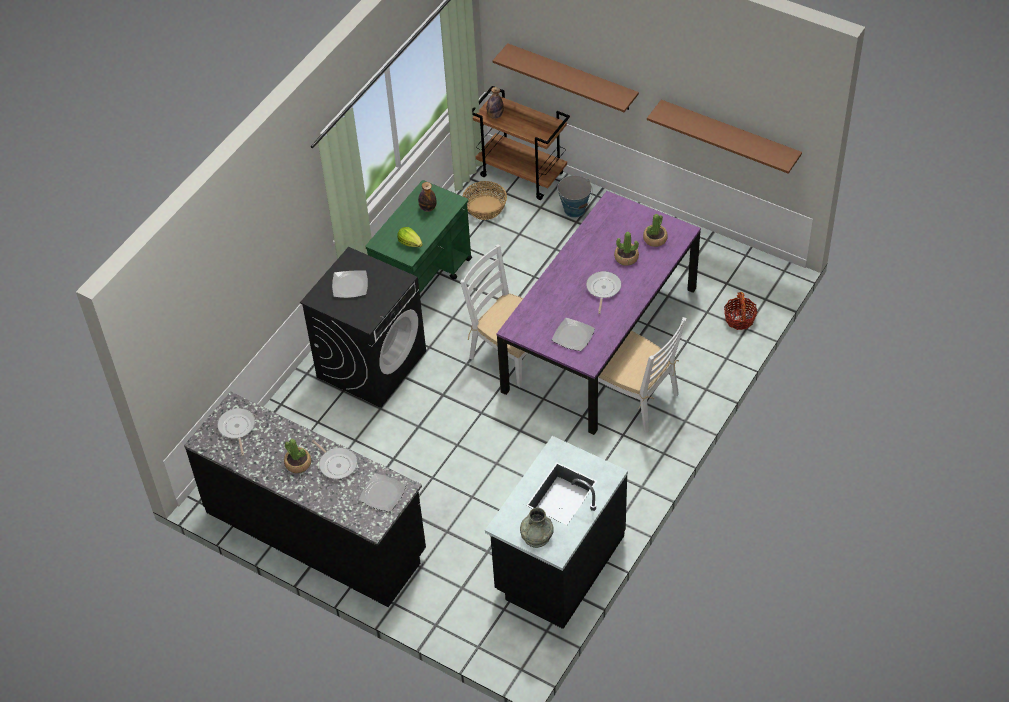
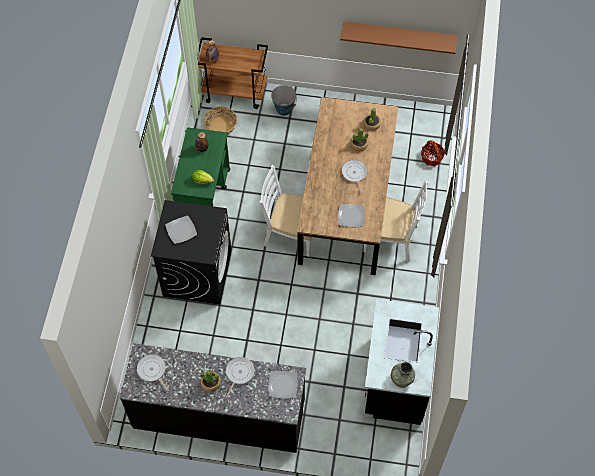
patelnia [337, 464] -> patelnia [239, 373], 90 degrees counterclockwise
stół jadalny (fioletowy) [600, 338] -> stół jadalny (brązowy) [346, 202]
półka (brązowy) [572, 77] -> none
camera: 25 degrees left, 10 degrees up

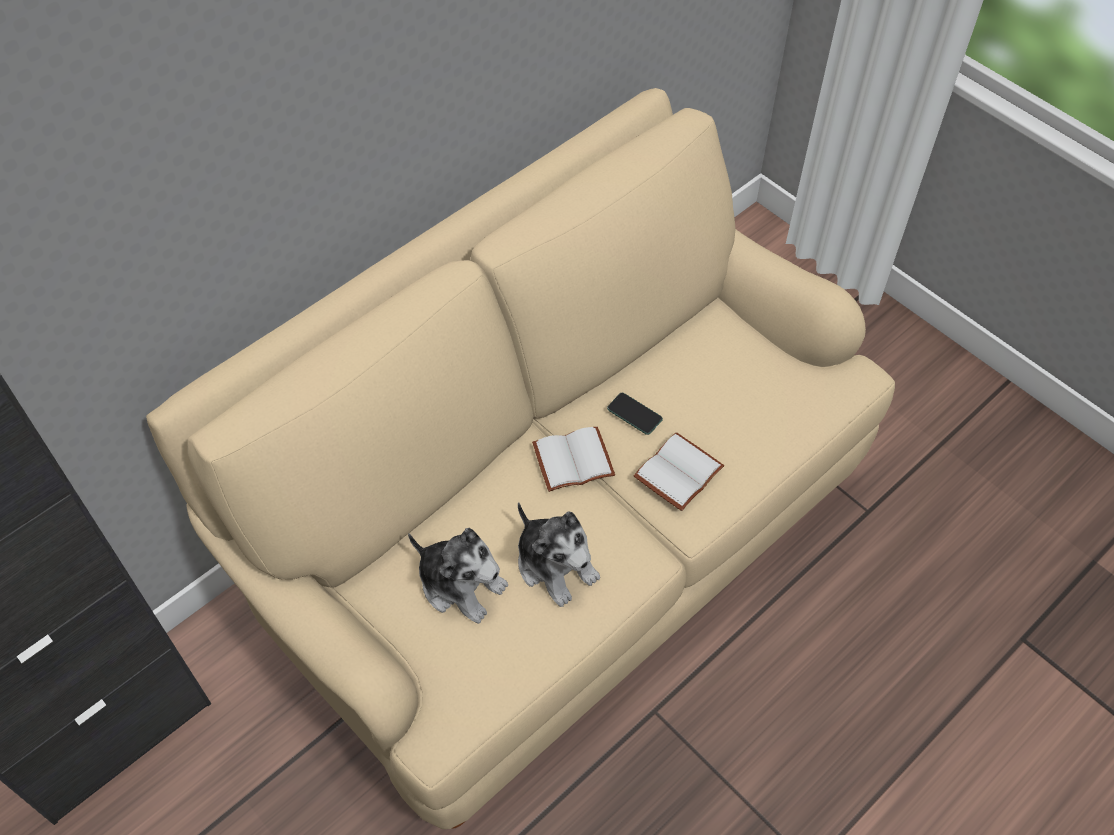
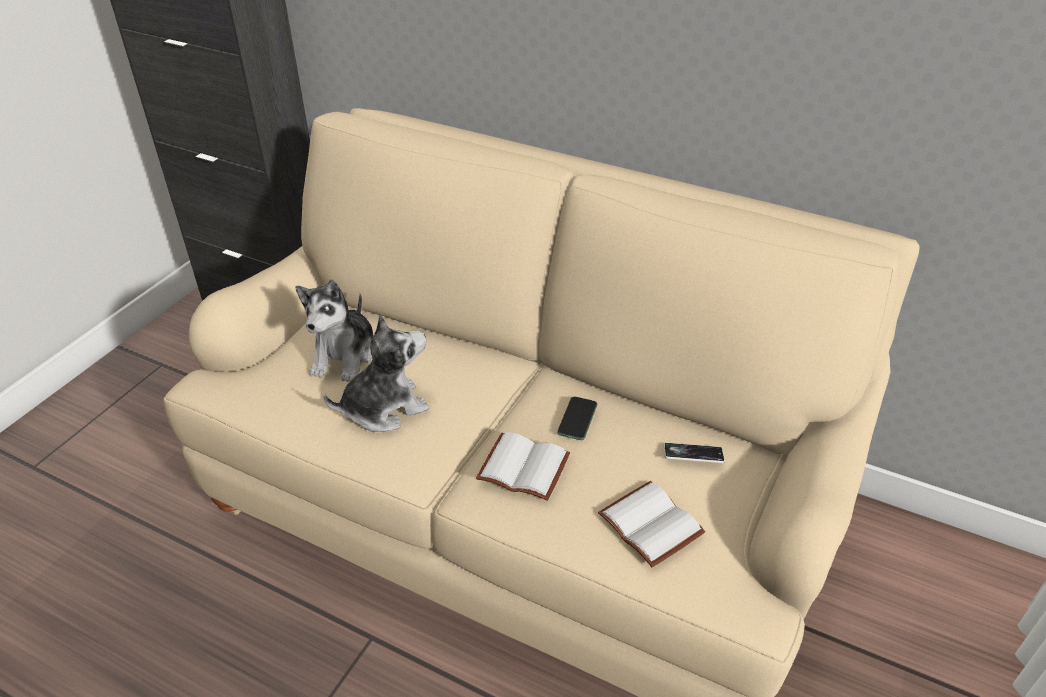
pluszak [555, 565] -> pluszak [384, 408], 150 degrees counterclockwise
książka (biały) [573, 458] -> książka (biały) [653, 524], moved
none -> telefon [693, 455]
camera: 70 degrees right, 15 degrees down

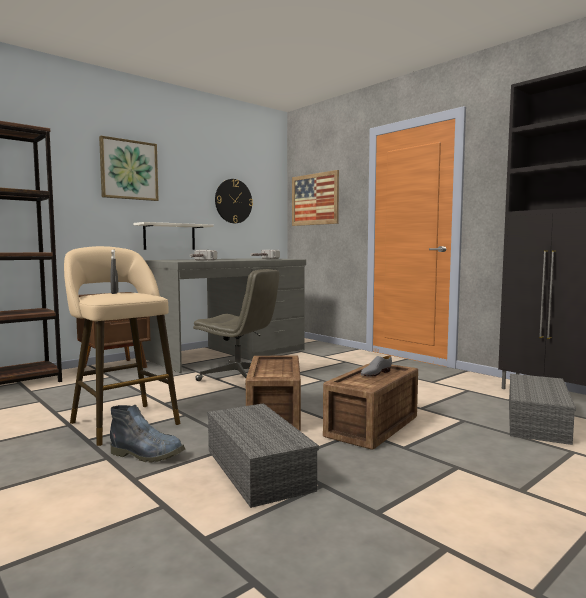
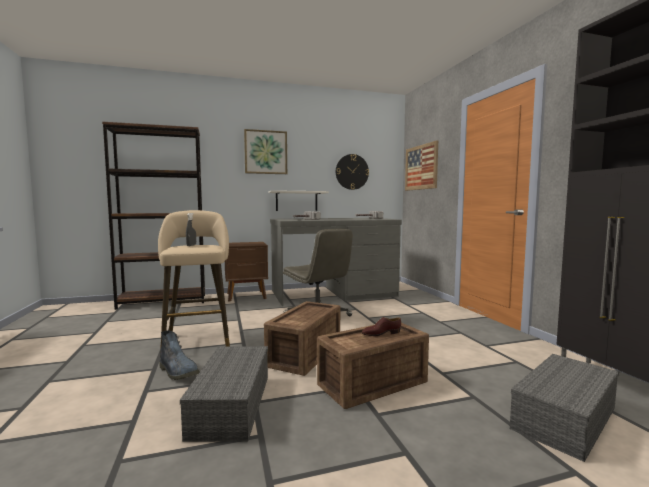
but (szary) [375, 373] -> but (brązowy) [381, 333]
camera: 25 degrees right, 0 degrees up

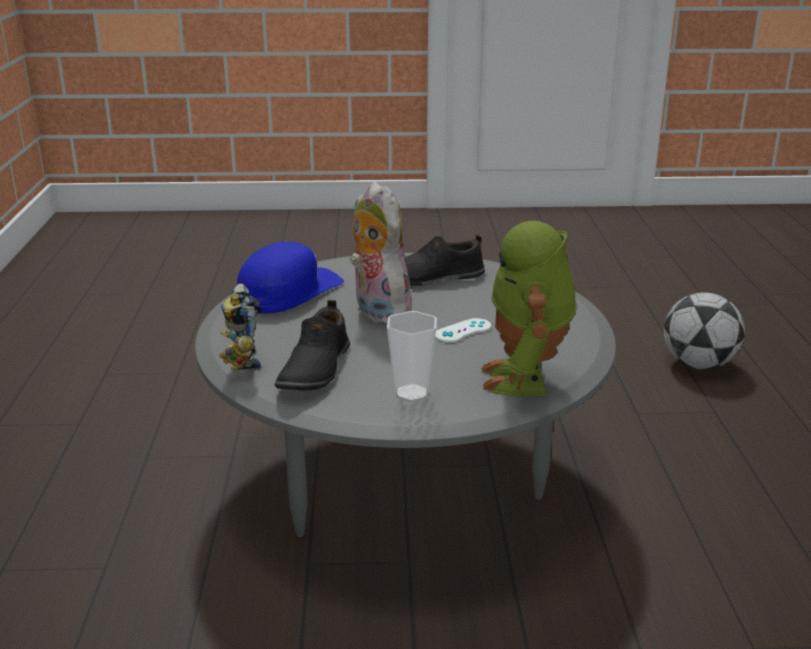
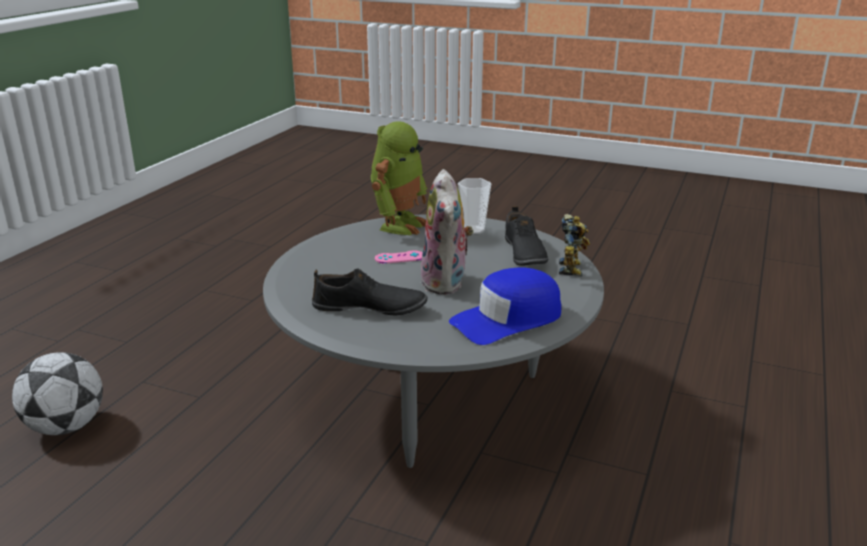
pad do gier (biały) [462, 331] -> pad do gier (różowy) [399, 257]
but (czarny) [314, 369] -> but (czarny) [523, 253], 135 degrees clockwise
camera: 155 degrees left, 0 degrees up

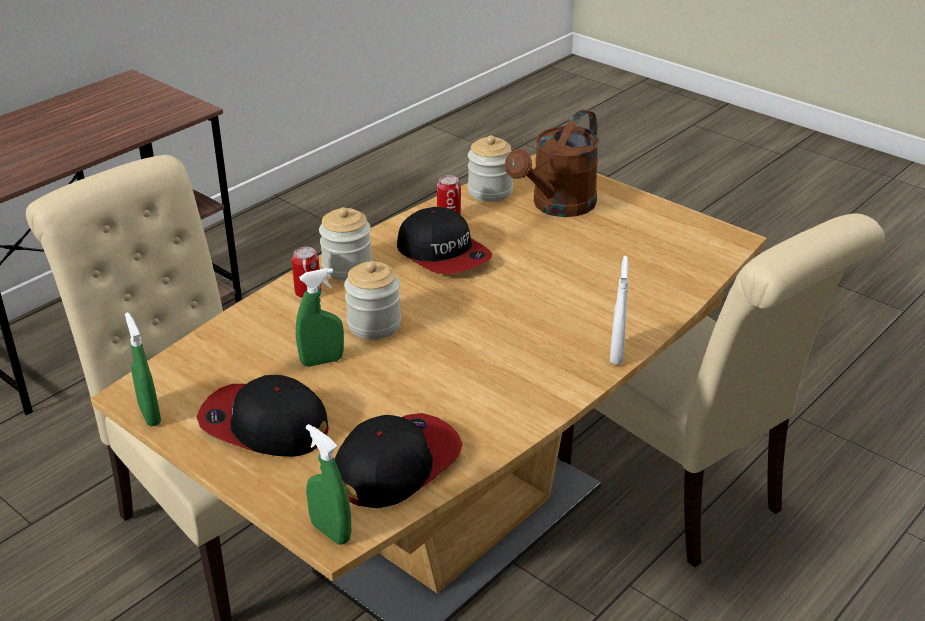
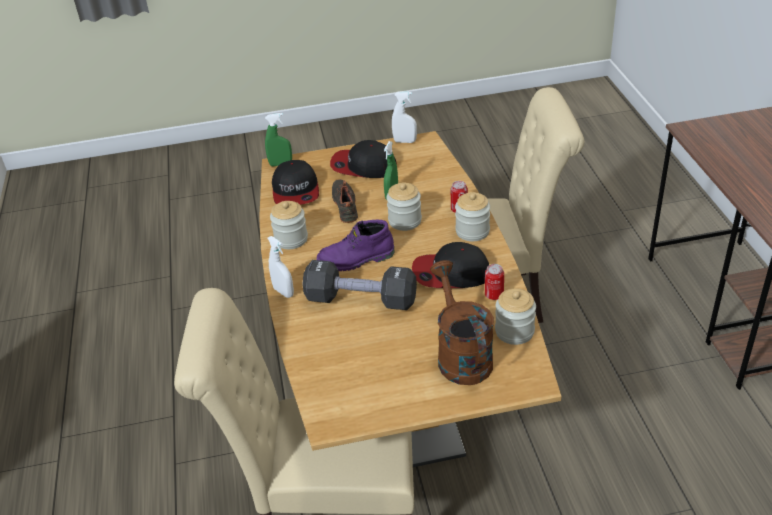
none -> słoik [291, 239]
none -> hantel (czarny) [361, 300]
none -> but z cholewką (fioletowy) [356, 260]
czapka z daszkiem [264, 425] -> czapka z daszkiem [363, 166], 135 degrees counterclockwise
none -> but (czarny) [346, 205]
spryskiwacz (zielony) [150, 415] -> spryskiwacz (biały) [405, 141]
camera: 130 degrees right, 5 degrees up

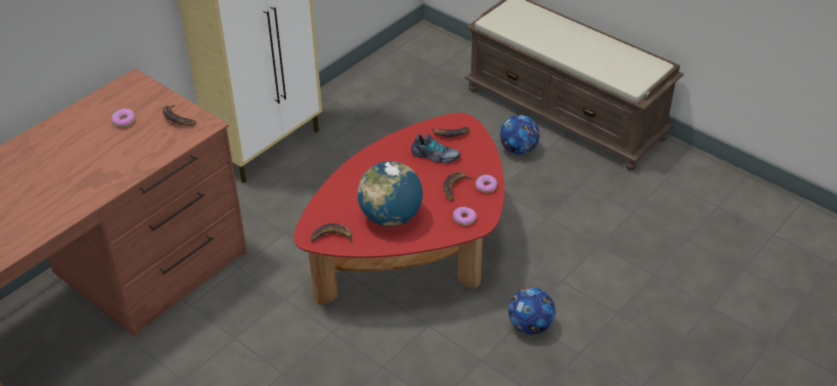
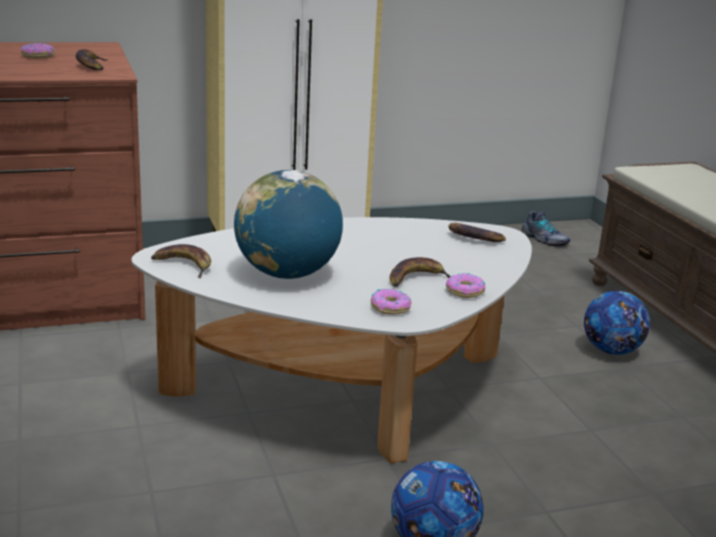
ława (czerwony) [412, 251] -> ława (biały) [348, 391]
but [435, 156] -> but [544, 239], moved
camera: 30 degrees right, 20 degrees down

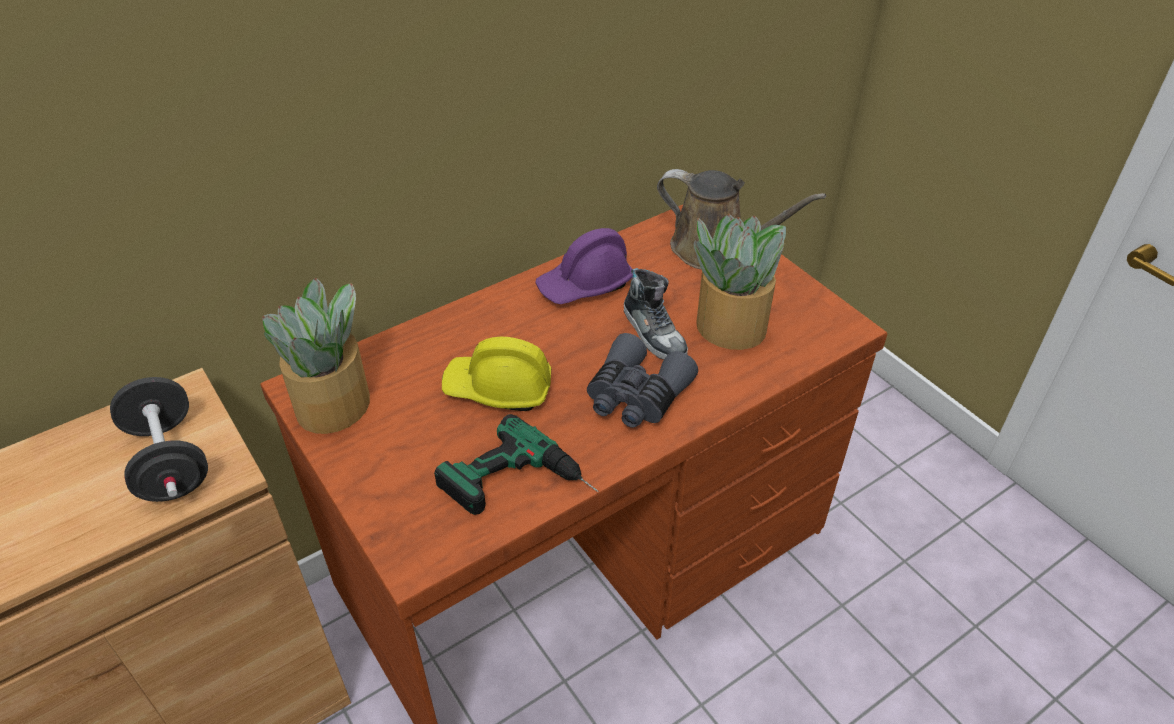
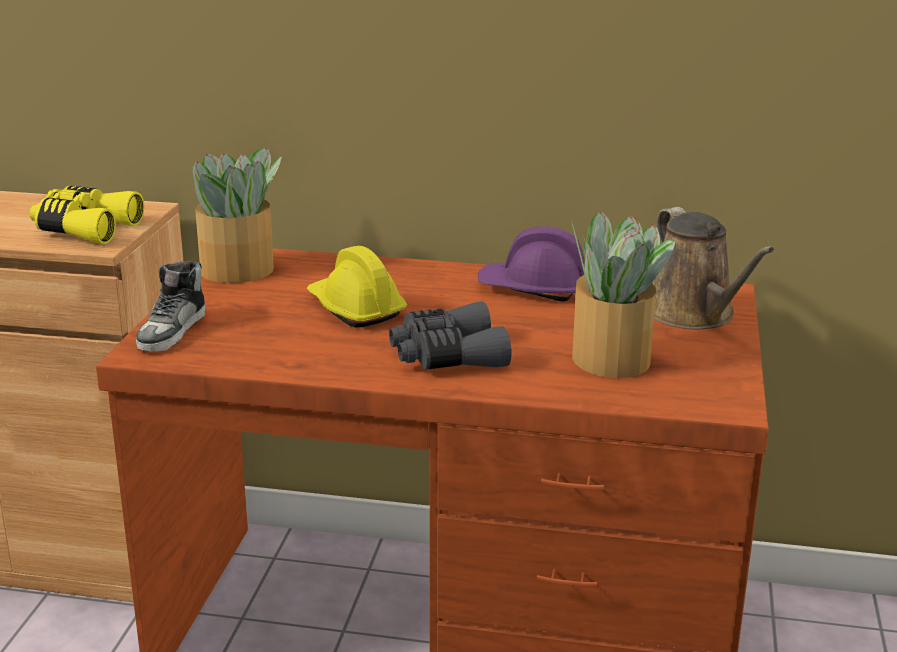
hantel (czarny) [169, 461] -> lornetka (żółty) [85, 229]
but [654, 333] -> but [173, 331], moved
wiertarka [521, 487] -> none
camera: 45 degrees right, 20 degrees down

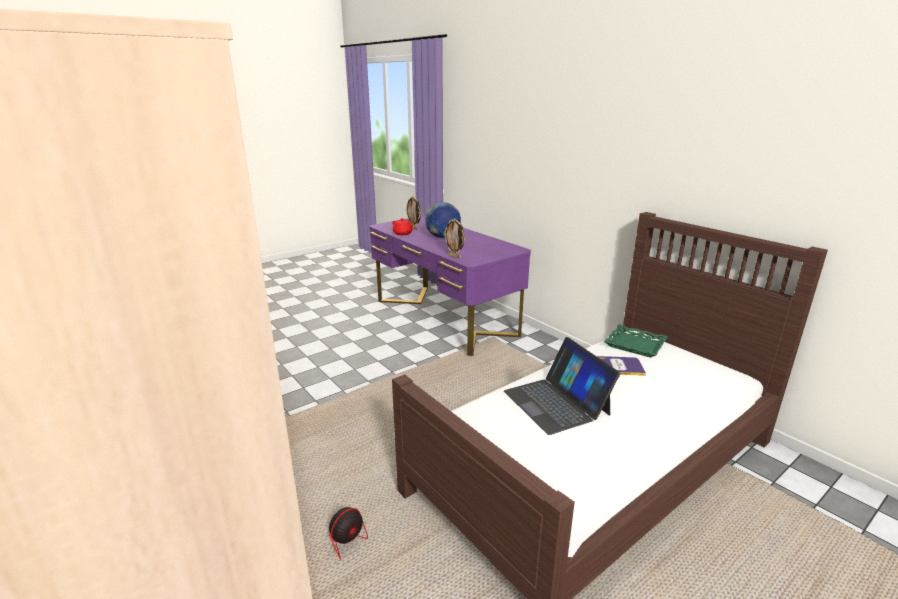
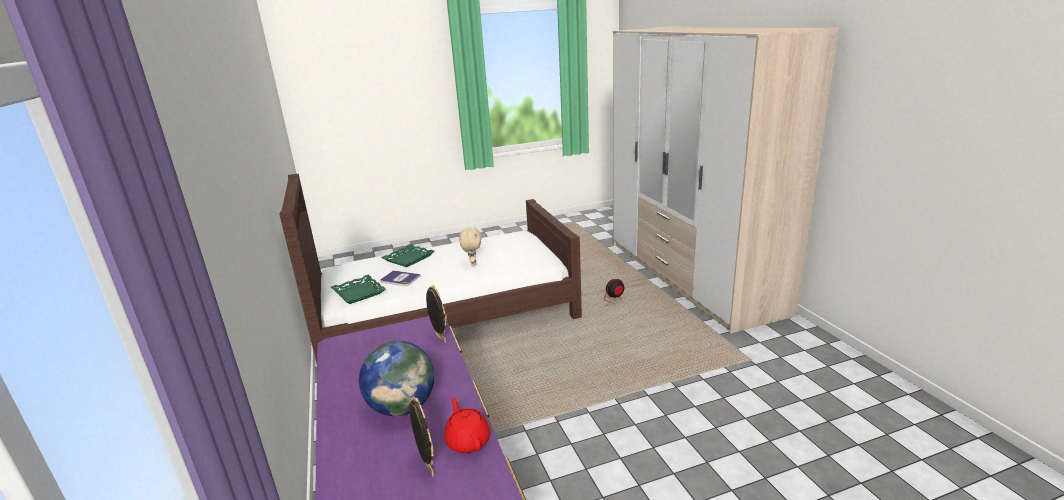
none -> taca (zielony) [408, 259]
laptop [556, 402] -> pluszak (beżowy) [472, 264]
camera: 160 degrees left, 0 degrees up

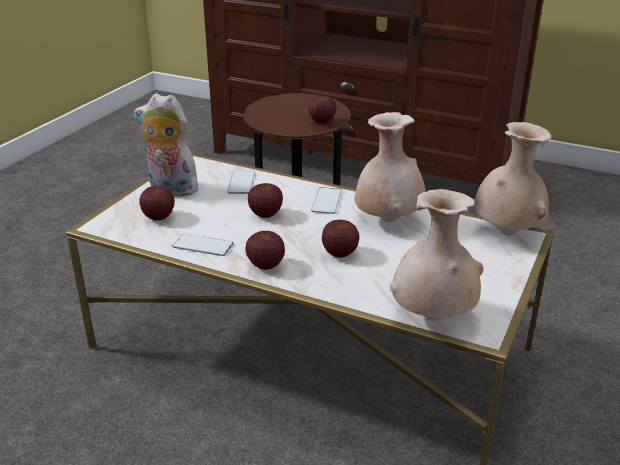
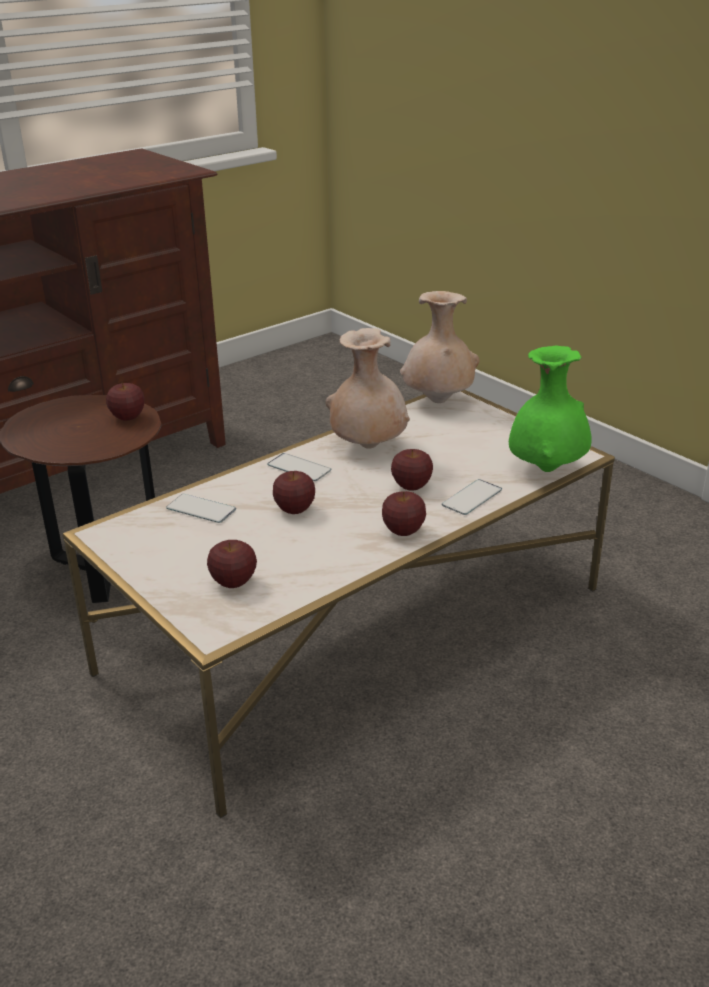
telefon [203, 245] -> telefon [472, 497], moved
wazon (beżowy) [433, 317] -> wazon (zielony) [546, 469]
pluszak [170, 189] -> none
camera: 65 degrees left, 0 degrees up

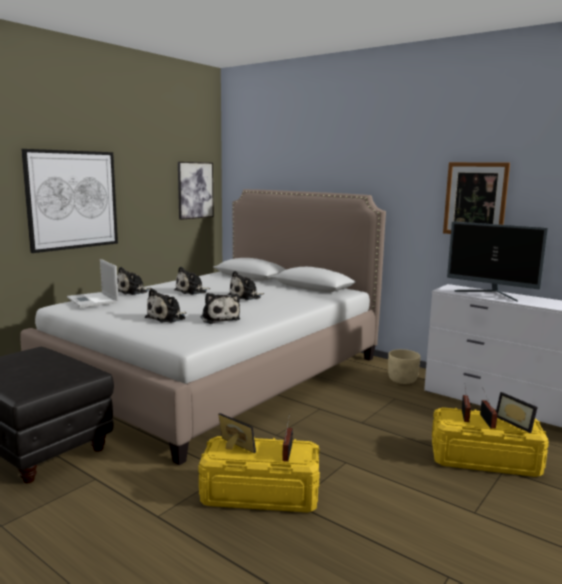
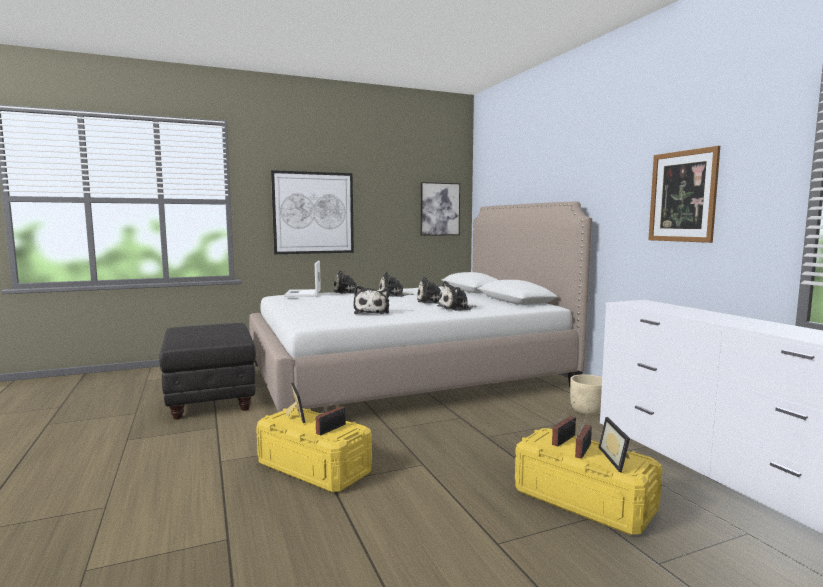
pluszak [167, 318] -> pluszak [456, 308], moved
monitor [491, 294] -> none
camera: 30 degrees right, 5 degrees down

